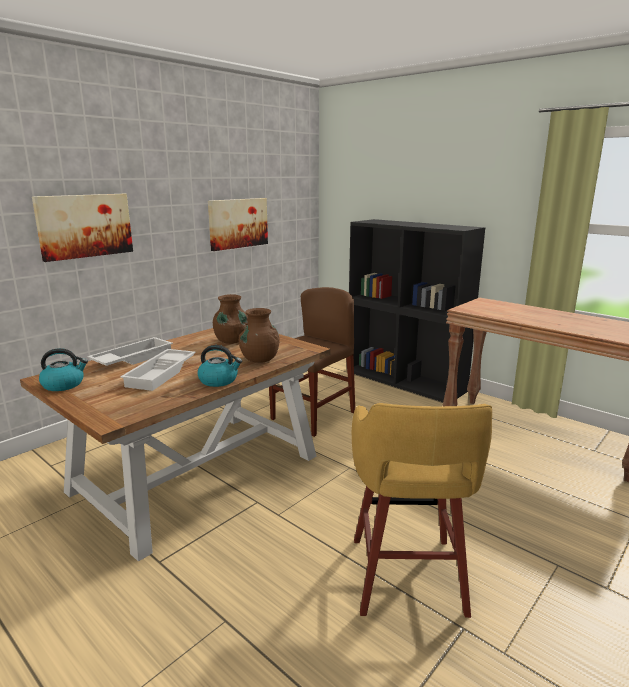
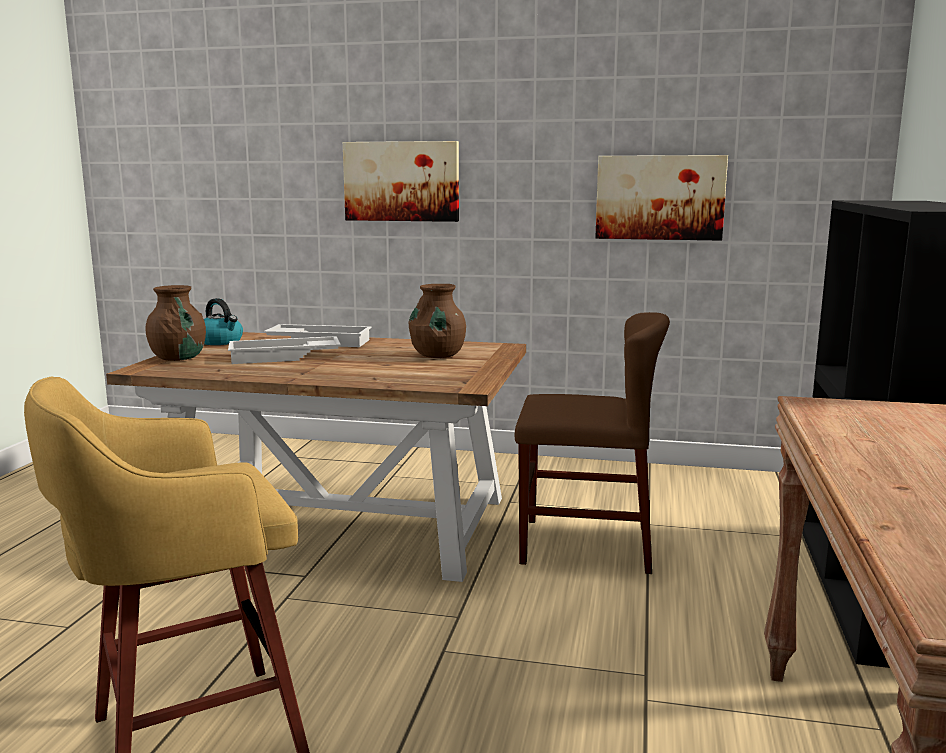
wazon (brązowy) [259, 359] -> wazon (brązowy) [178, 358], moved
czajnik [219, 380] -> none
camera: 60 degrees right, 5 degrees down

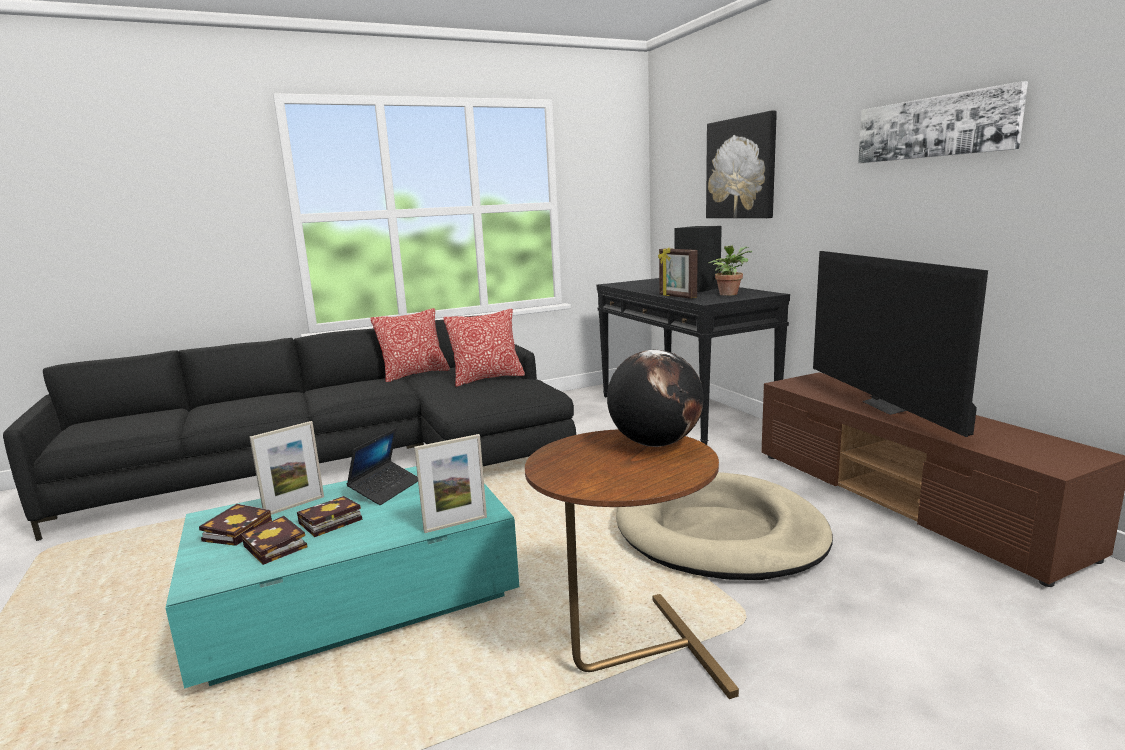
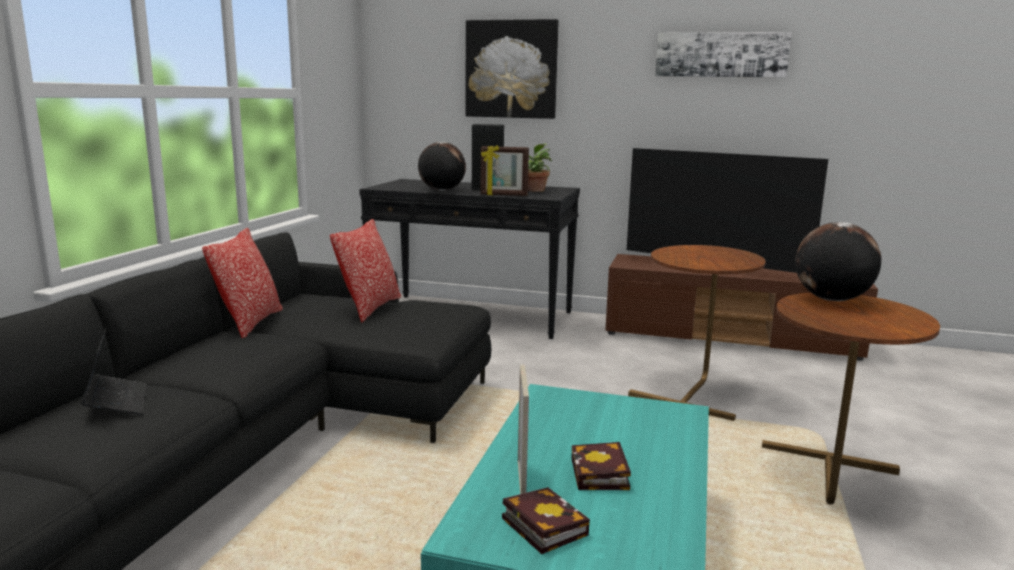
laptop [385, 489] -> laptop [116, 402], moved
none -> globus [441, 190]
legowisko (beżowy) [718, 532] -> stolik (brązowy) [694, 392]
książka [277, 547] -> none
ramka na zdjęcie [455, 524] -> none
camera: 50 degrees left, 0 degrees up

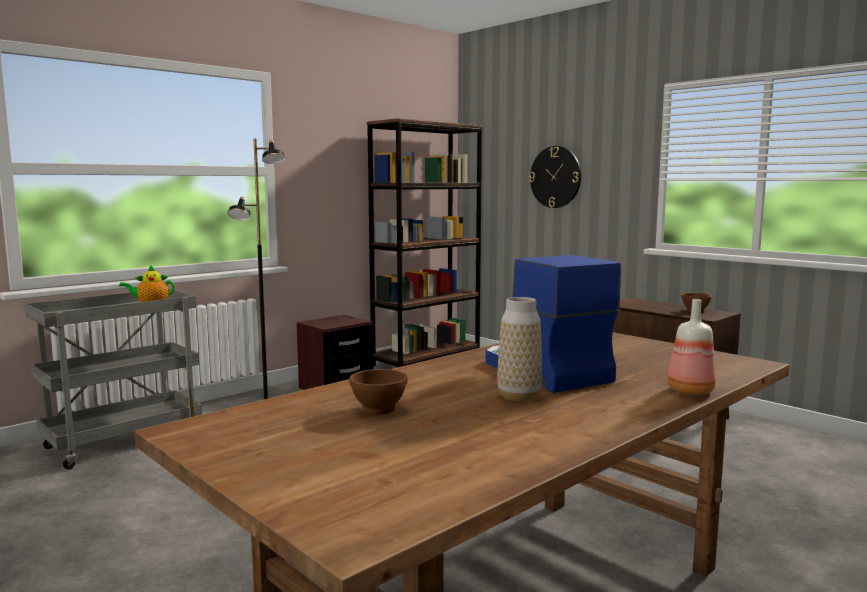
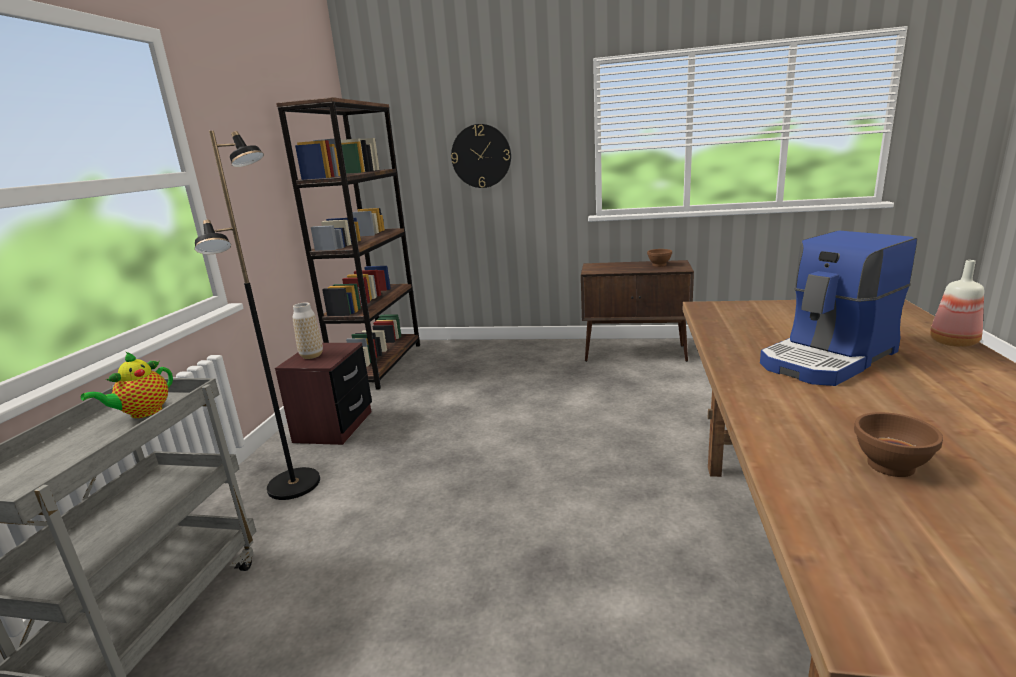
wazon [519, 396] -> wazon [311, 356], moved
ekspres do kawy [544, 372] -> ekspres do kawy [829, 359], 60 degrees counterclockwise
camera: 35 degrees left, 10 degrees up

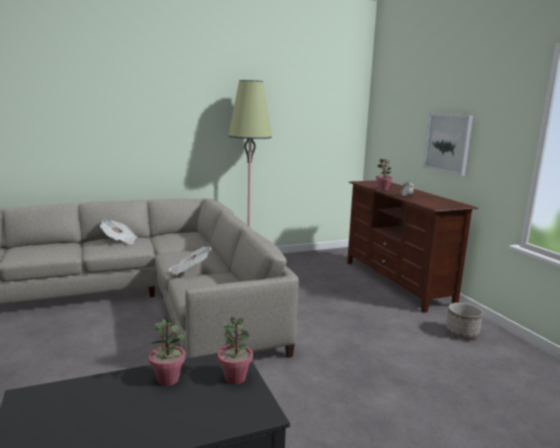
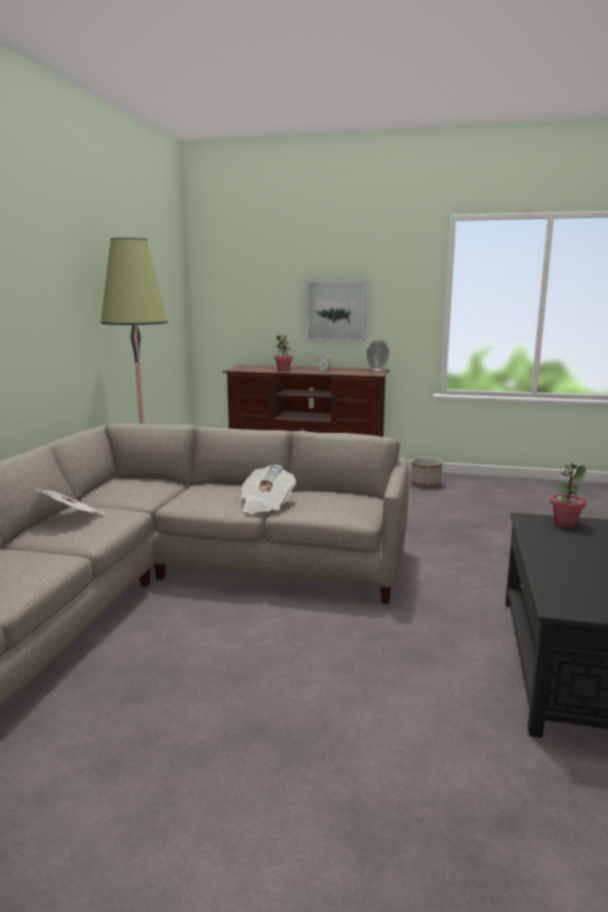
none -> wazon [376, 370]
roślina doniczkowa [168, 379] -> none
camera: 55 degrees left, 0 degrees up

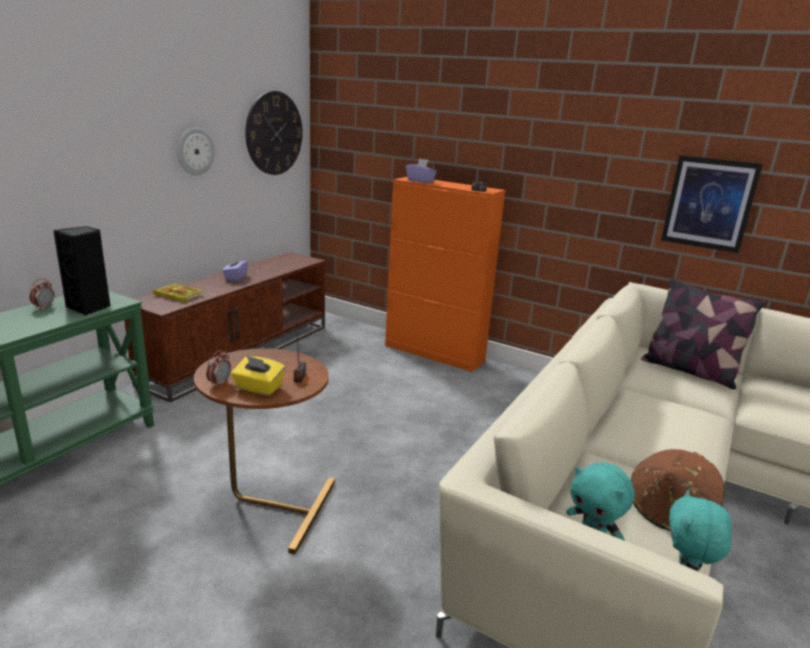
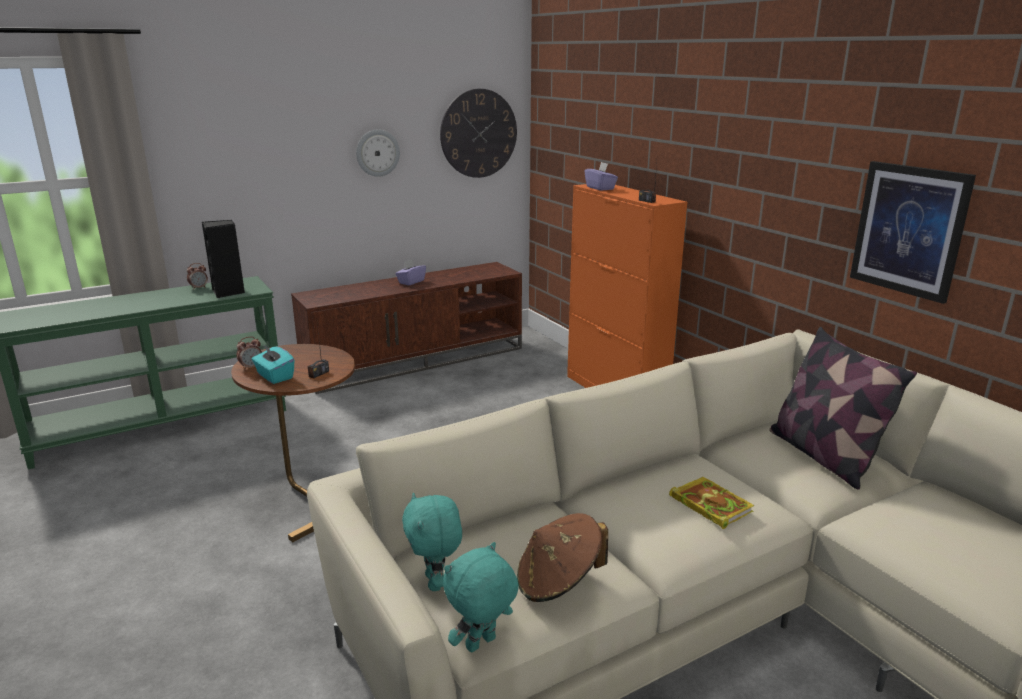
pudełko chusteczek (żółty) [258, 388] -> pudełko chusteczek (turkusowy) [274, 376]
książka [177, 295] -> książka [709, 504], moved
camera: 30 degrees right, 0 degrees up

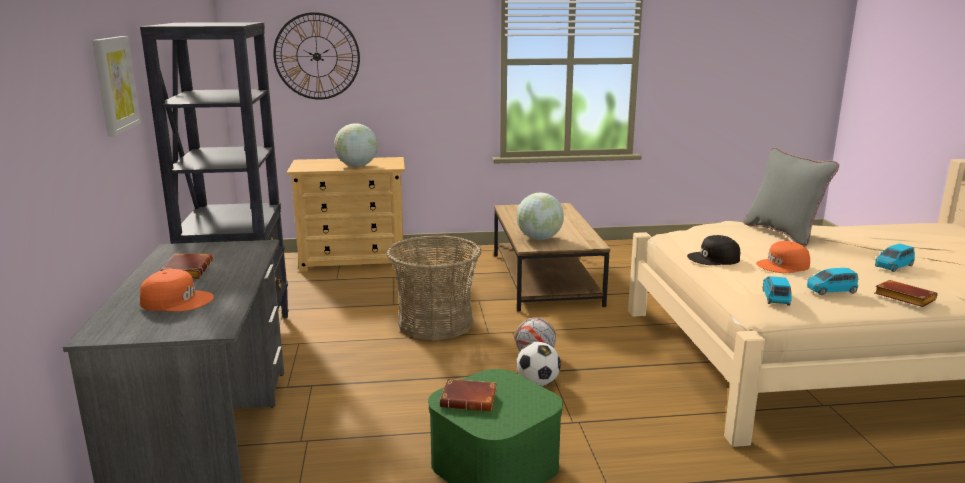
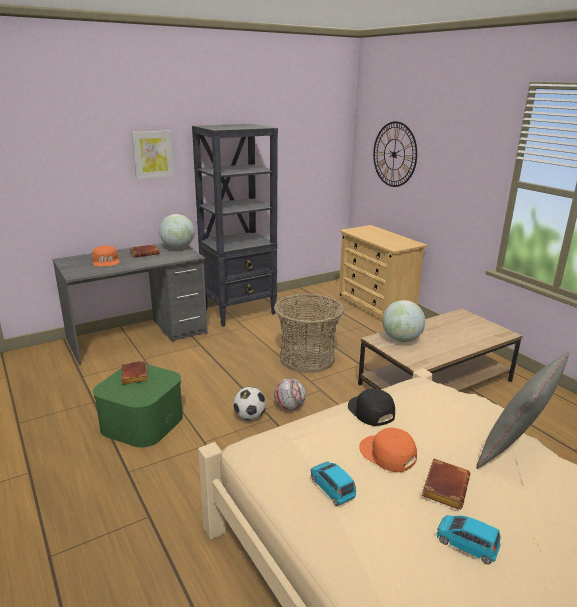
globus [357, 166] -> globus [177, 248], moved
książka (brązowy) [902, 298] -> książka (brązowy) [444, 486], moved
samochodzik (niebieski) [775, 297] -> none
camera: 65 degrees right, 5 degrees up

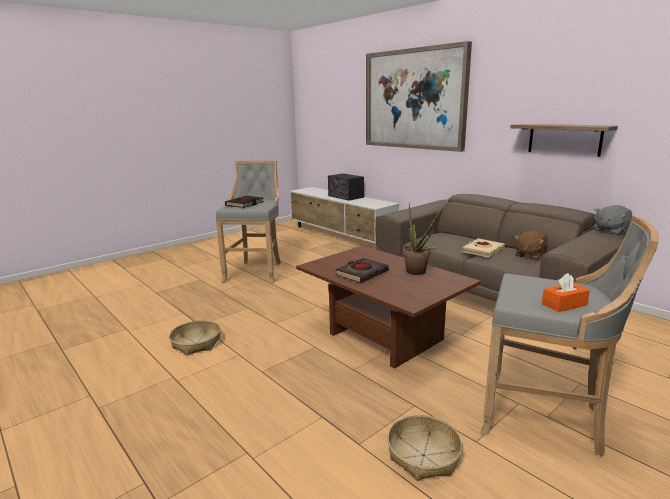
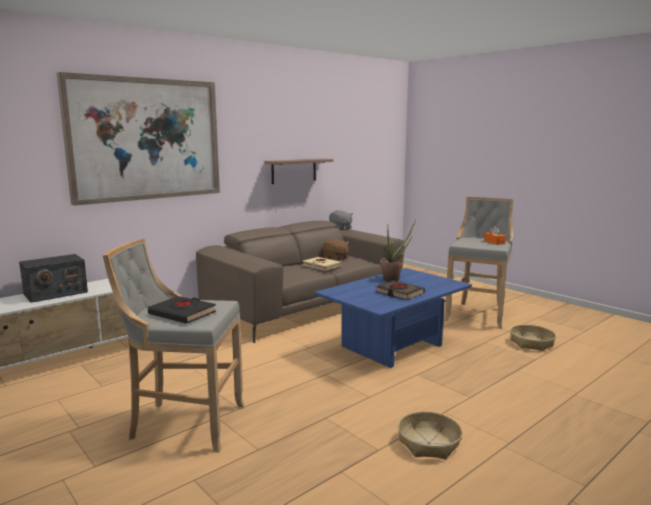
ława (brązowy) [382, 337] -> ława (niebieski) [393, 347]
camera: 90 degrees left, 5 degrees down

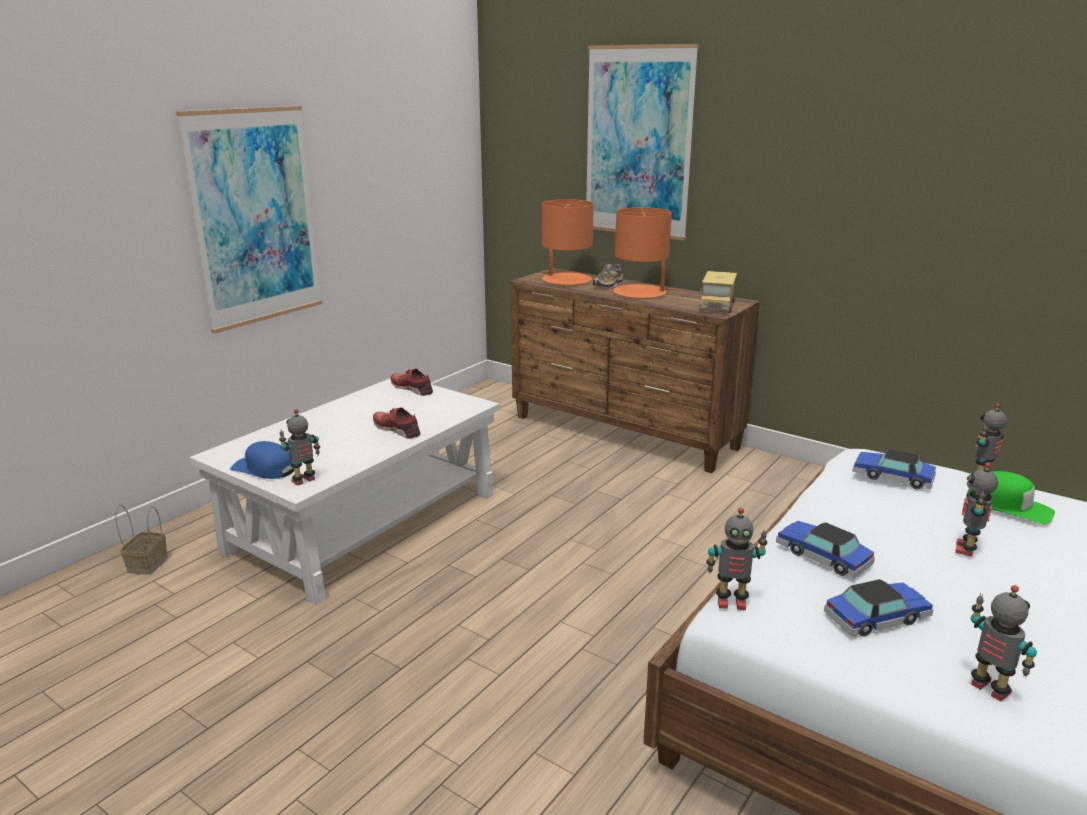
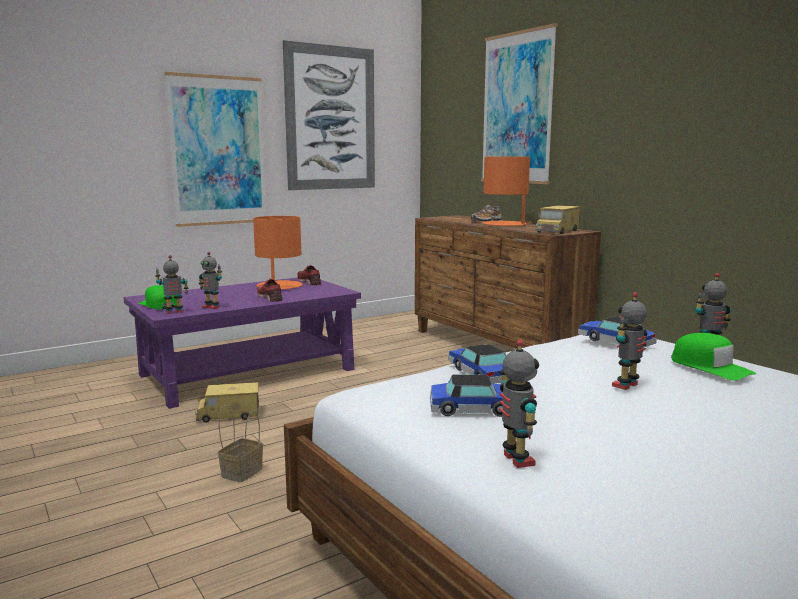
ława (biały) [364, 523] -> ława (fioletowy) [247, 372]
czapka z daszkiem (niebieski) [264, 469] -> czapka z daszkiem (zielony) [158, 305]
none -> ciężarówka zabawkowa [228, 415]
robot zabawkowy [731, 602] -> robot zabawkowy [211, 307], moved
koszyk [147, 563] -> koszyk [242, 471], moved
lampa stołowa (pomarańczowy) [566, 280] -> lampa stołowa (pomarańczowy) [279, 286], moved
none -> obraz [331, 118]
camera: 20 degrees right, 10 degrees down

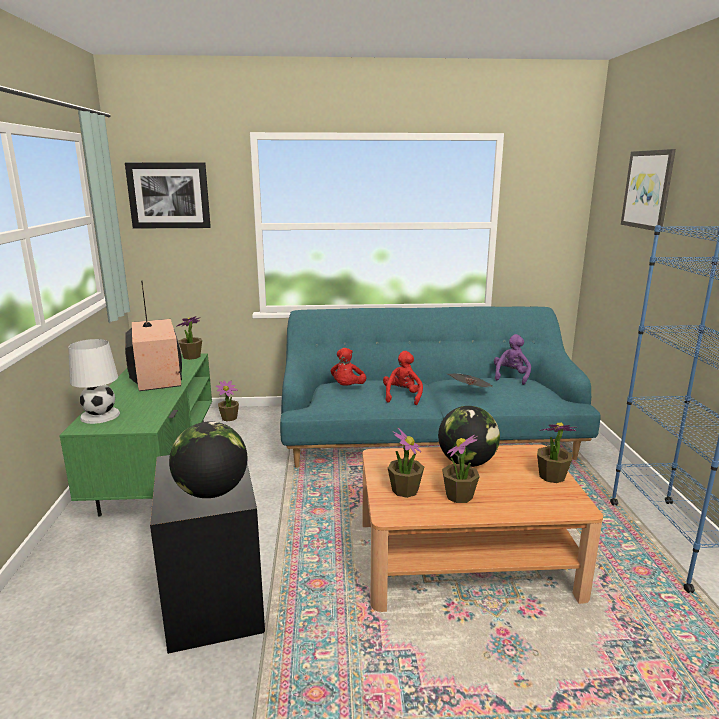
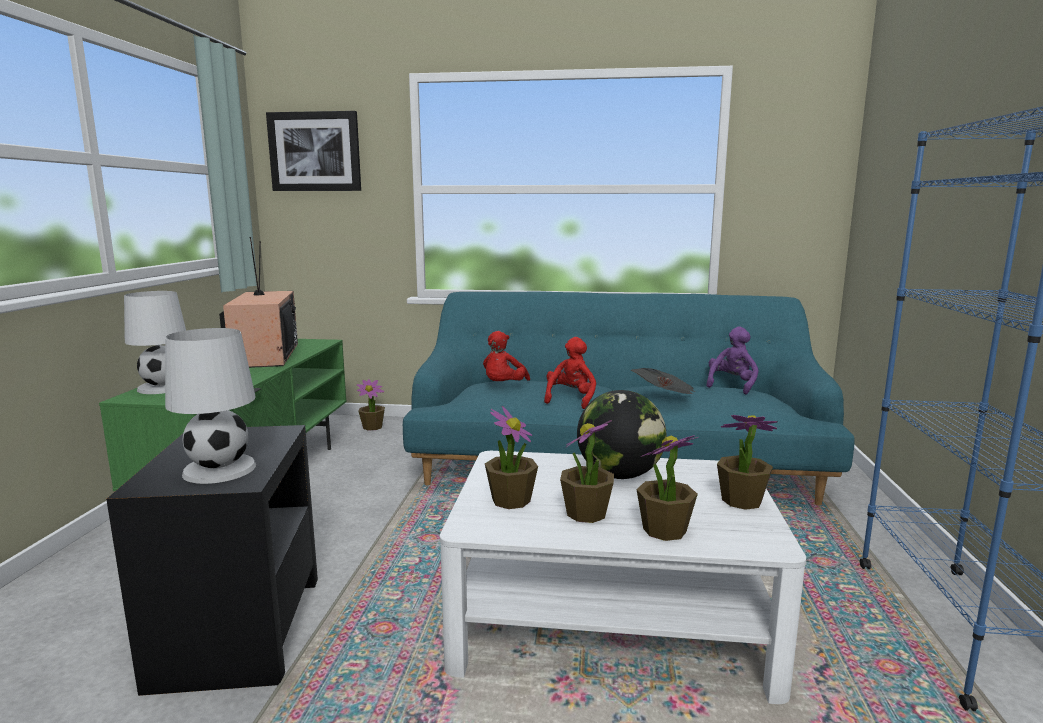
globus [212, 492] -> lampa stołowa (biały) [218, 469]
ława (brązowy) [465, 558] -> ława (biały) [610, 617]
roślina doniczkowa [191, 357] -> roślina doniczkowa [664, 530], moved
obraz [648, 189] -> none
camera: 10 degrees right, 5 degrees down

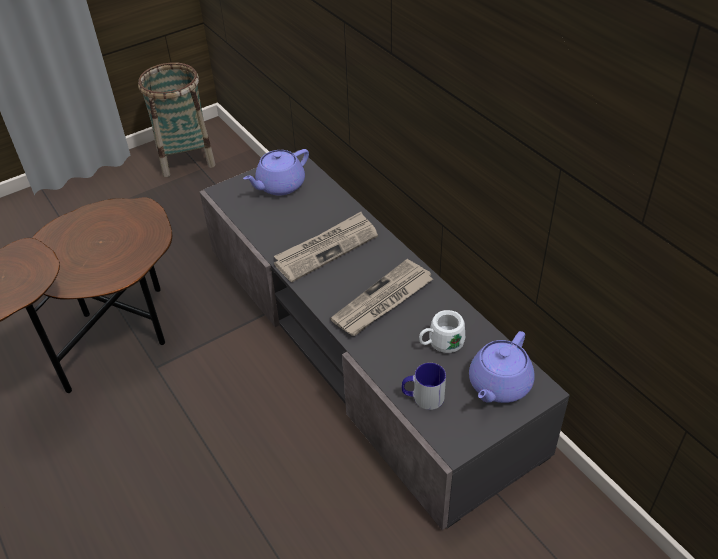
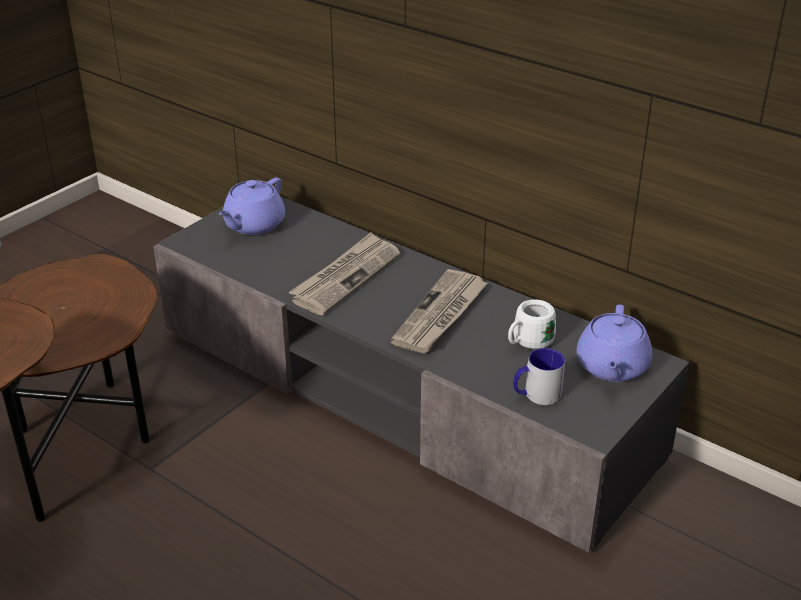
koszyk [186, 157] -> none
camera: 20 degrees left, 10 degrees down

